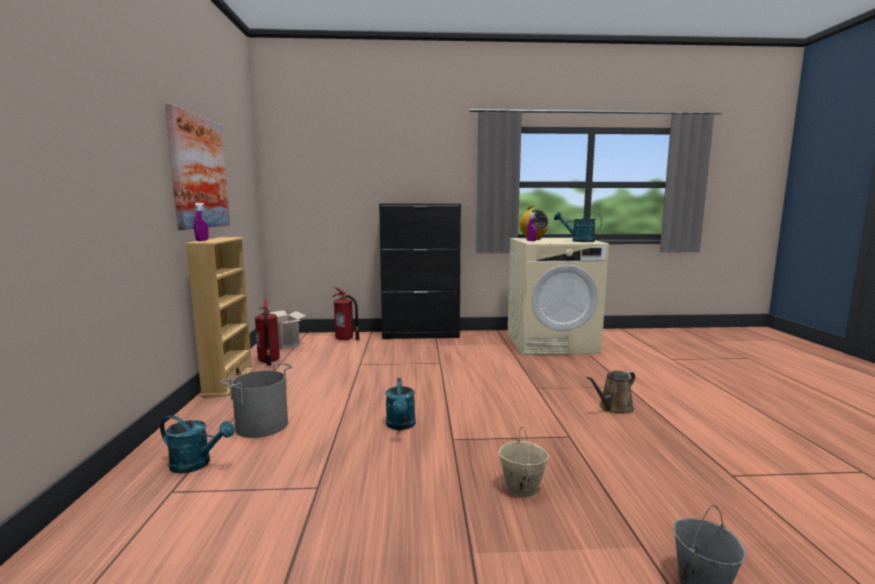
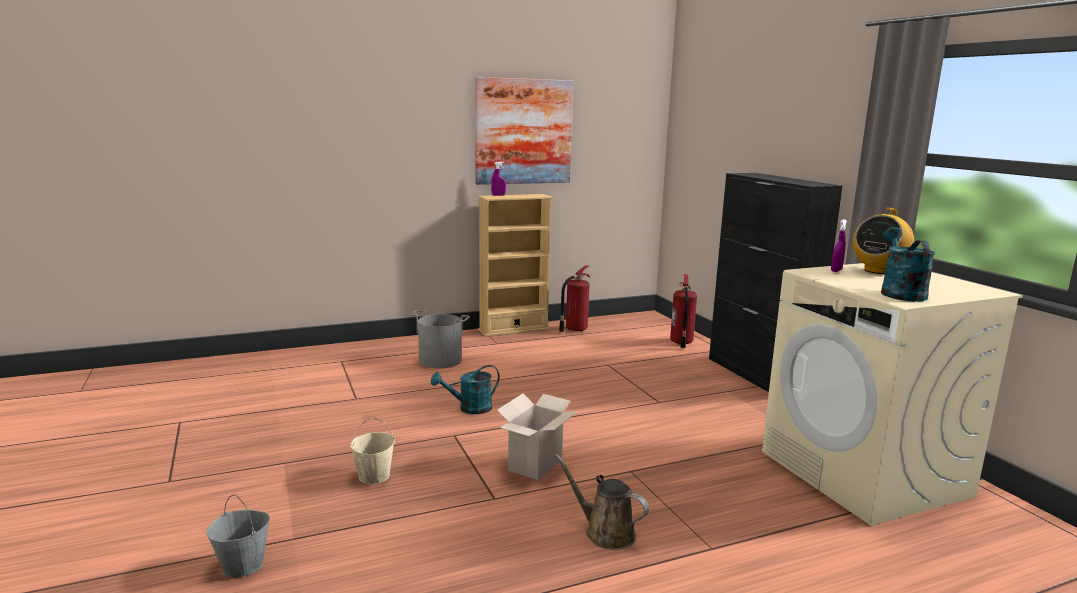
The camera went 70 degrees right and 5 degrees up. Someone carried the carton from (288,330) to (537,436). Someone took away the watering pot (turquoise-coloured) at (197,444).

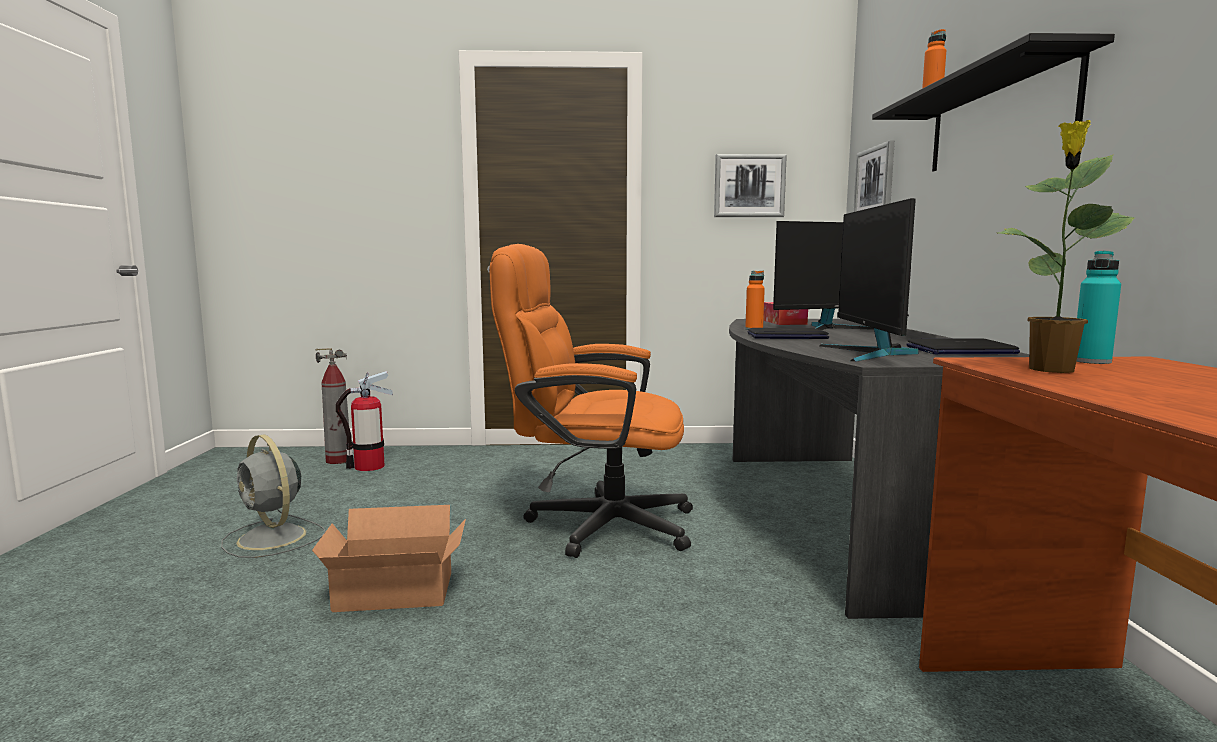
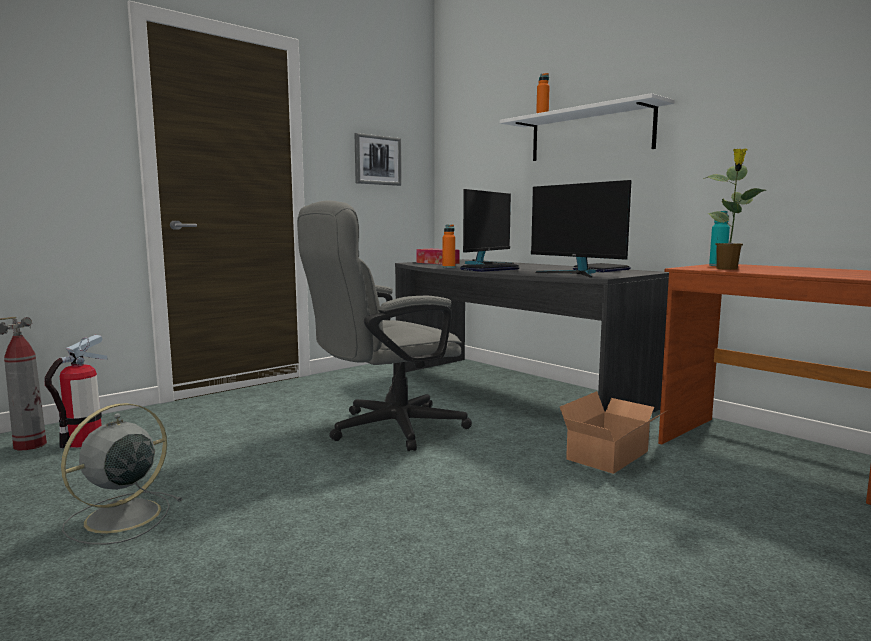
The camera went 40 degrees left and 0 degrees up. Someone repainted the shelf (black) at (993,102), which became the shelf (white-coloured) at (587,127). Someone took away the wall picture at (874,176). Someone repainted the office chair (orange) at (591,401), which became the office chair (grey) at (384,325). Someone rotated the electric fan (grey) at (273,496) by 120 degrees clockwise. Someone carried the carton from (389,558) to (613,432).

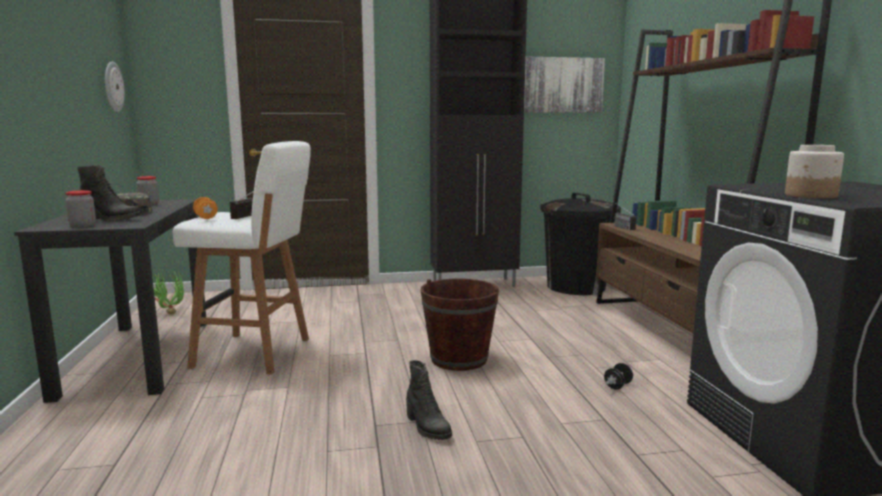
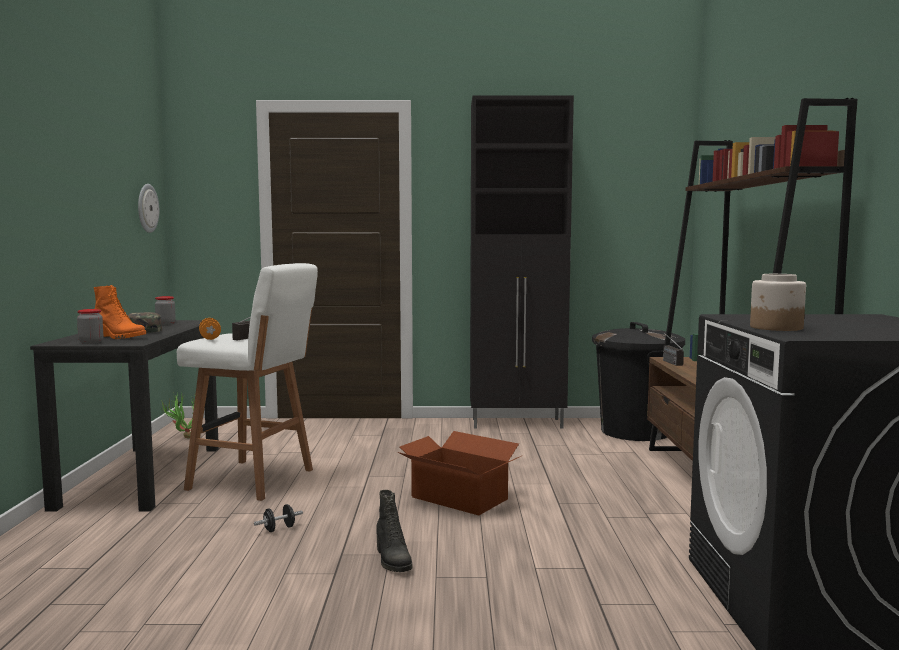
The camera went 10 degrees right and 5 degrees down. Someone took away the wall picture at (564,85). Someone repainted the tall boot (black) at (109,193), which became the tall boot (orange) at (120,312). Someone swapped the pail (brownish) at (460,325) for the carton at (460,473). Someone carried the free weight (black) from (618,376) to (278,518).

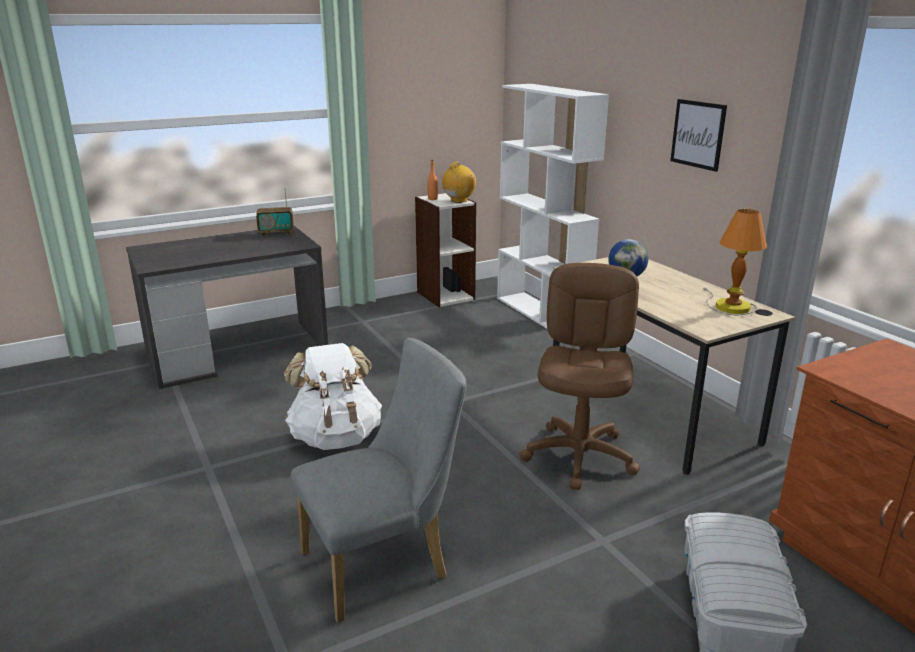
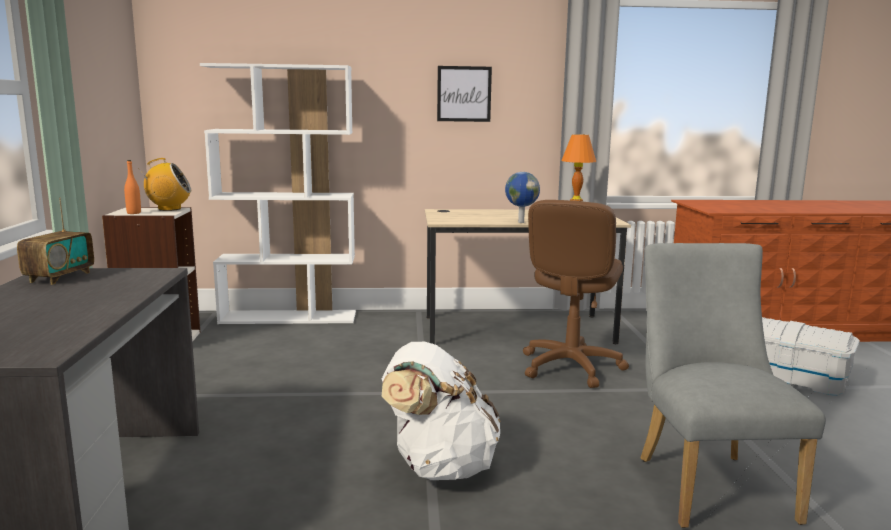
The camera went 65 degrees left and 10 degrees down. Someone rotated the radio set at (459,182) by 105 degrees clockwise. Someone rotated the office chair (brownish) at (579,376) by 105 degrees counterclockwise.

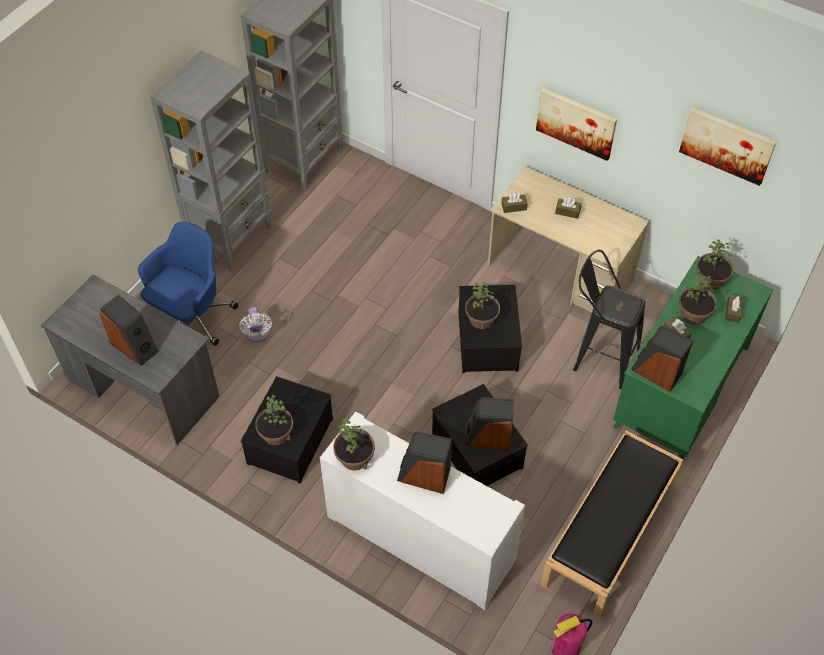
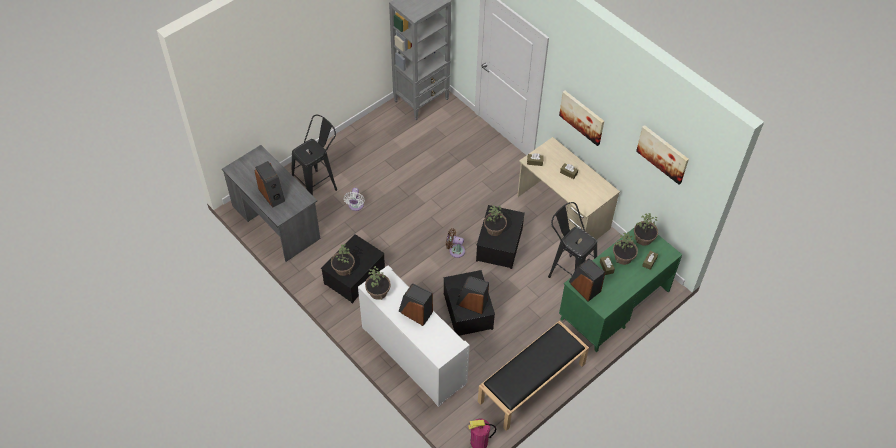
The camera went 15 degrees right and 0 degrees up. Someone took away the bookshelf (grey) at (211,160). Someone swapped the office chair (bluish) at (188,284) for the sitting stool (black) at (314,155). Someone put down the electric fan (brownish) at (455,243).

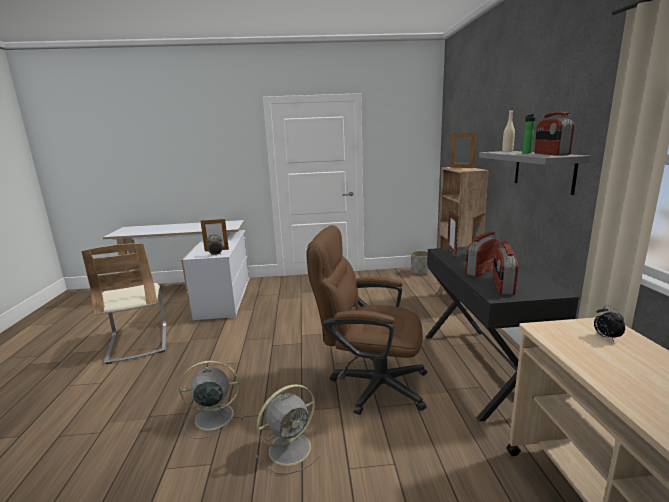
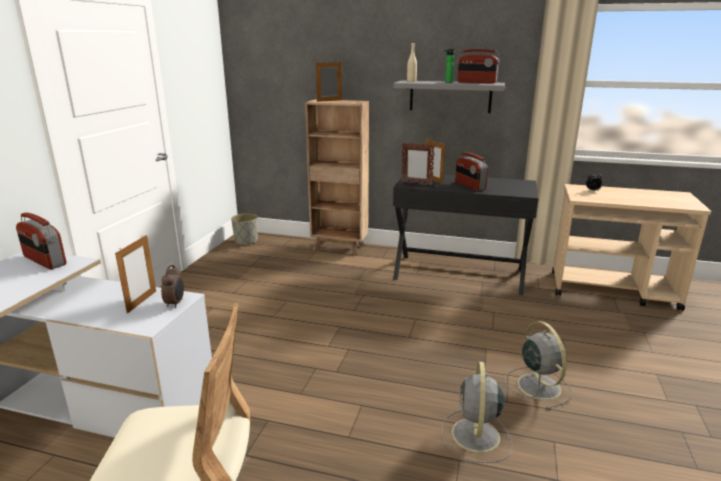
The camera went 70 degrees left and 5 degrees up. Someone took away the office chair (brownish) at (366,320). Someone carried the radio set from (506,268) to (41,241).

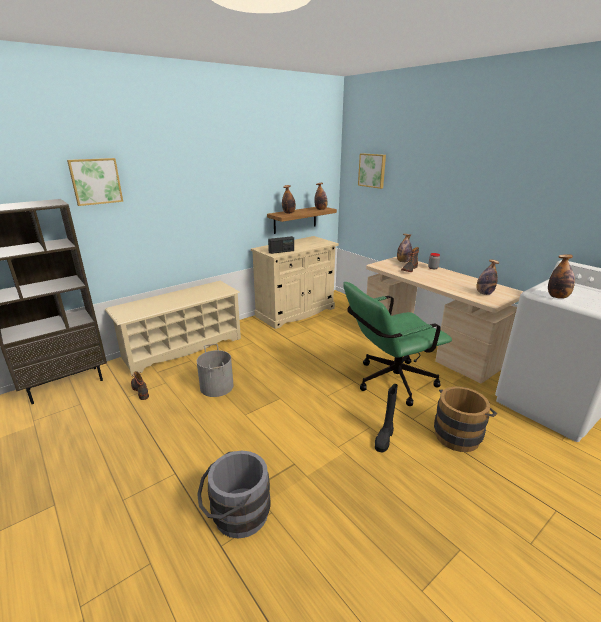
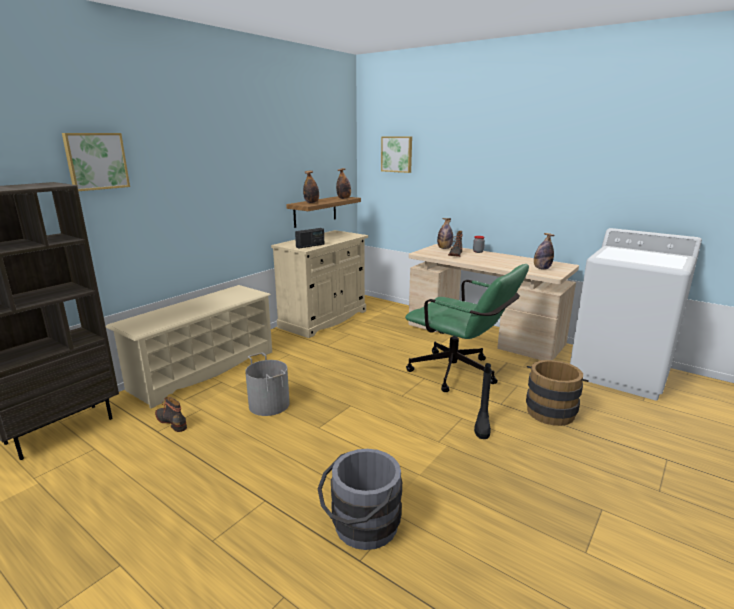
The camera went 15 degrees left and 5 degrees down. Someone took away the beverage bottle at (561,276). Someone rotated the office chair (green) at (397,344) by 105 degrees counterclockwise.

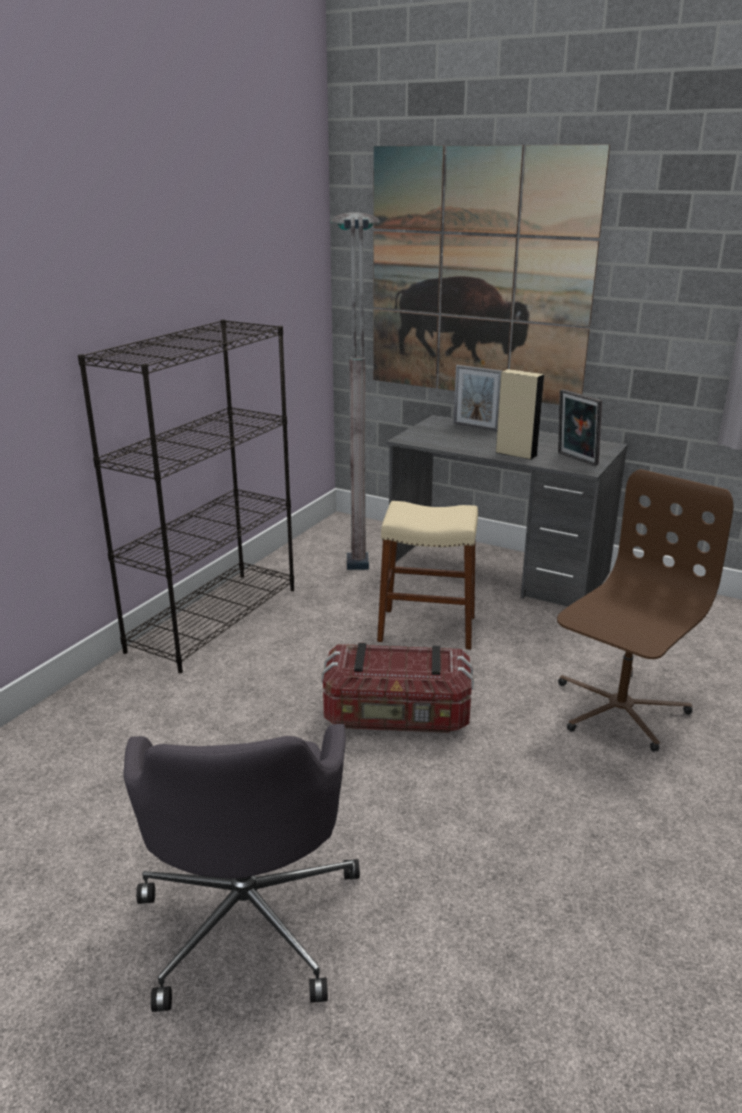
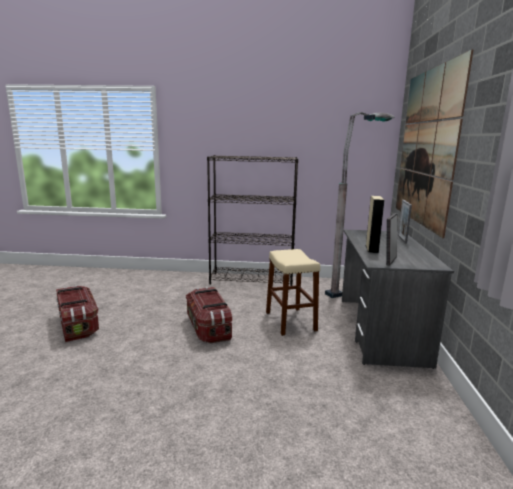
The camera went 65 degrees right and 10 degrees down. Someone took away the office chair (brownish) at (645,610). Someone swapped the office chair (grey) at (241,868) for the storage bin at (77,313).

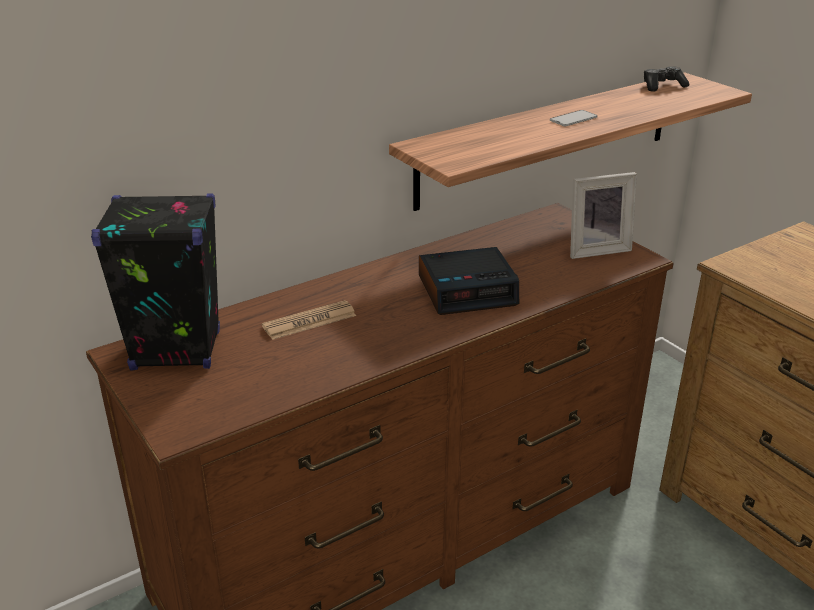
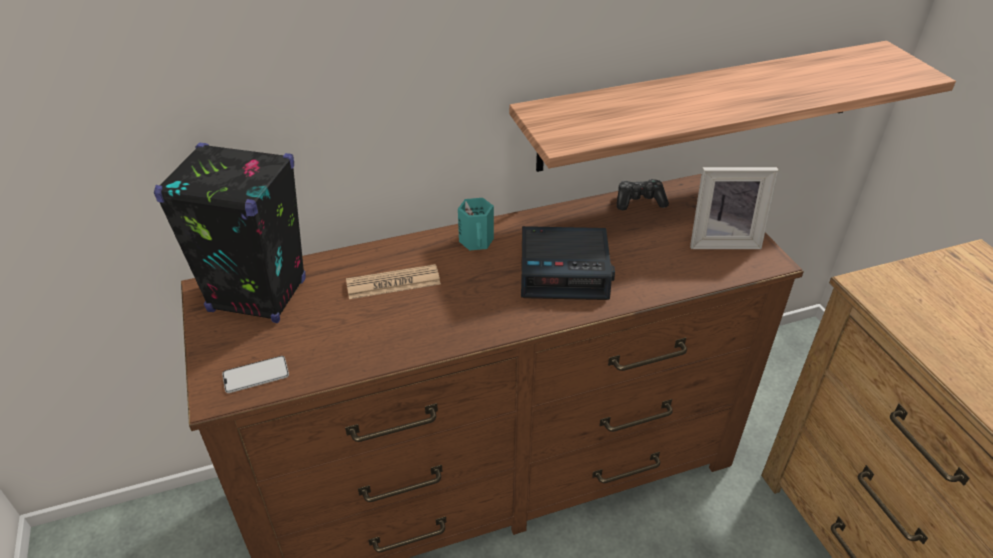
The camera went 15 degrees right and 10 degrees up. Someone carried the game controller from (666,79) to (643,195). Someone carried the phone from (574,118) to (255,374). Someone put down the coffee mug (turquoise-coloured) at (476,224).

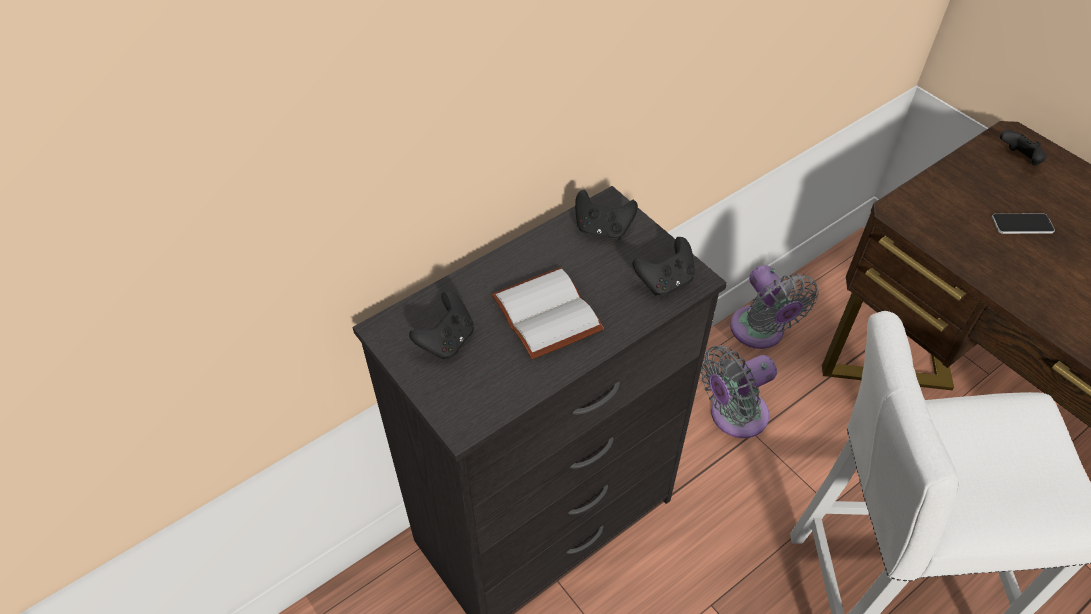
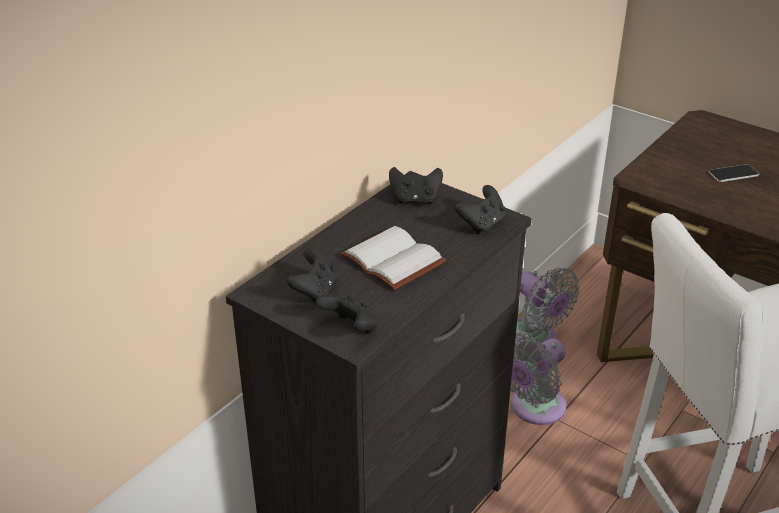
The camera went 15 degrees left and 15 degrees down. Someone carried the game controller (black) from (1023,147) to (347,313).

